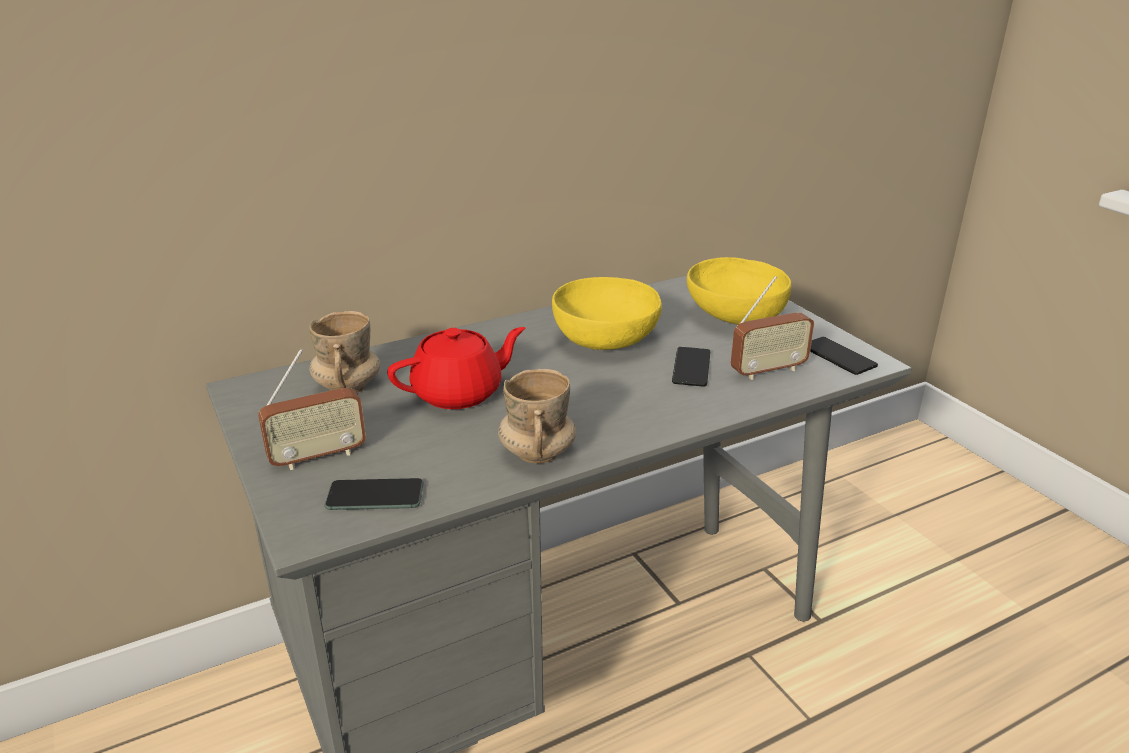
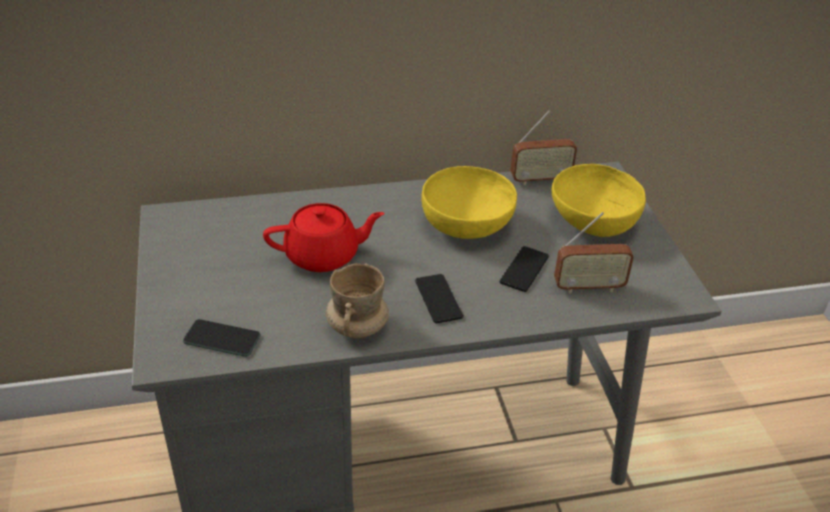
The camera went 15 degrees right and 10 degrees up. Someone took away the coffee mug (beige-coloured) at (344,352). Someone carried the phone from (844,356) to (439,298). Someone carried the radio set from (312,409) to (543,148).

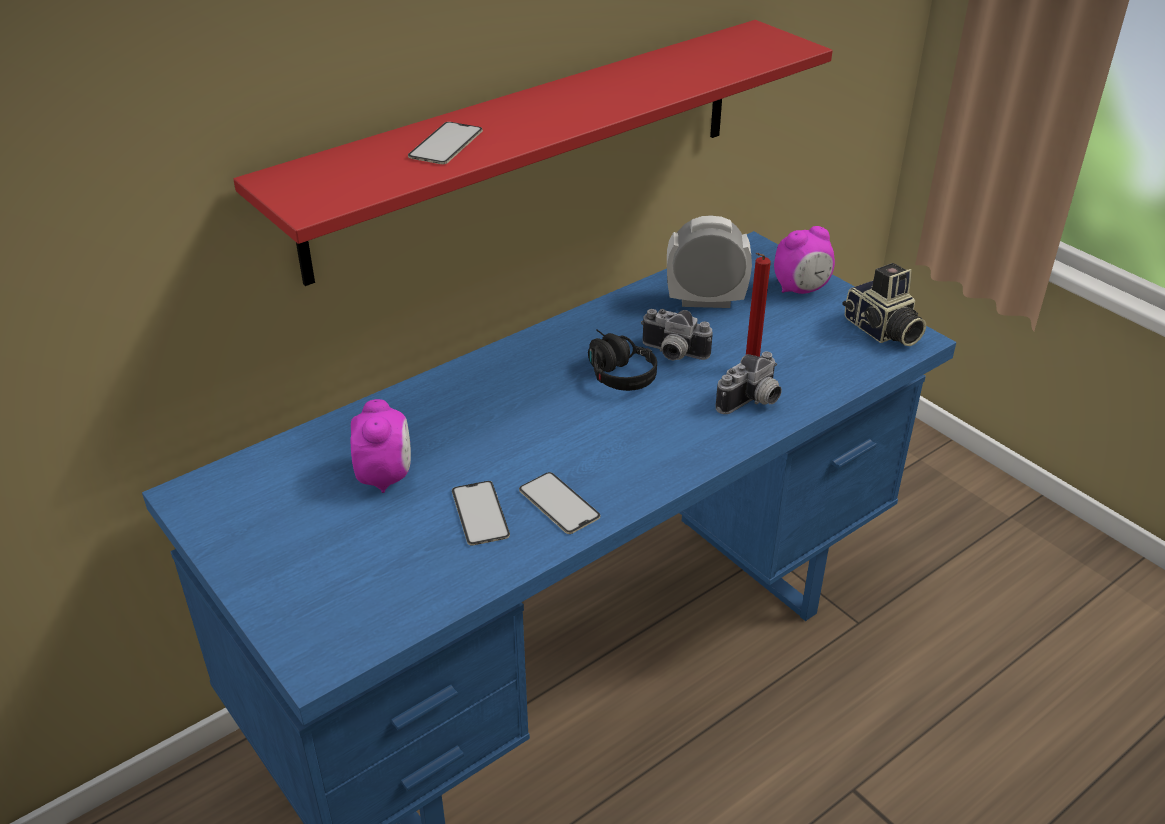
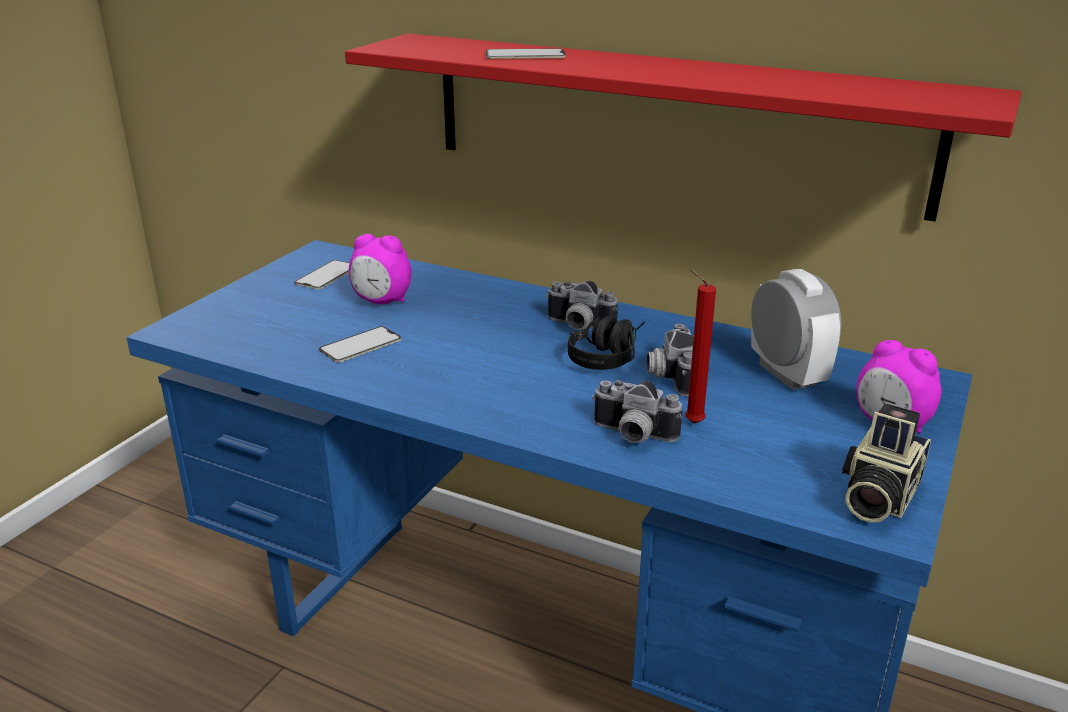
The camera went 65 degrees right and 10 degrees down. Someone rotated the alarm clock at (380,446) by 45 degrees clockwise. Someone carried the phone from (559,503) to (321,274). Someone put down the still camera at (582,305).

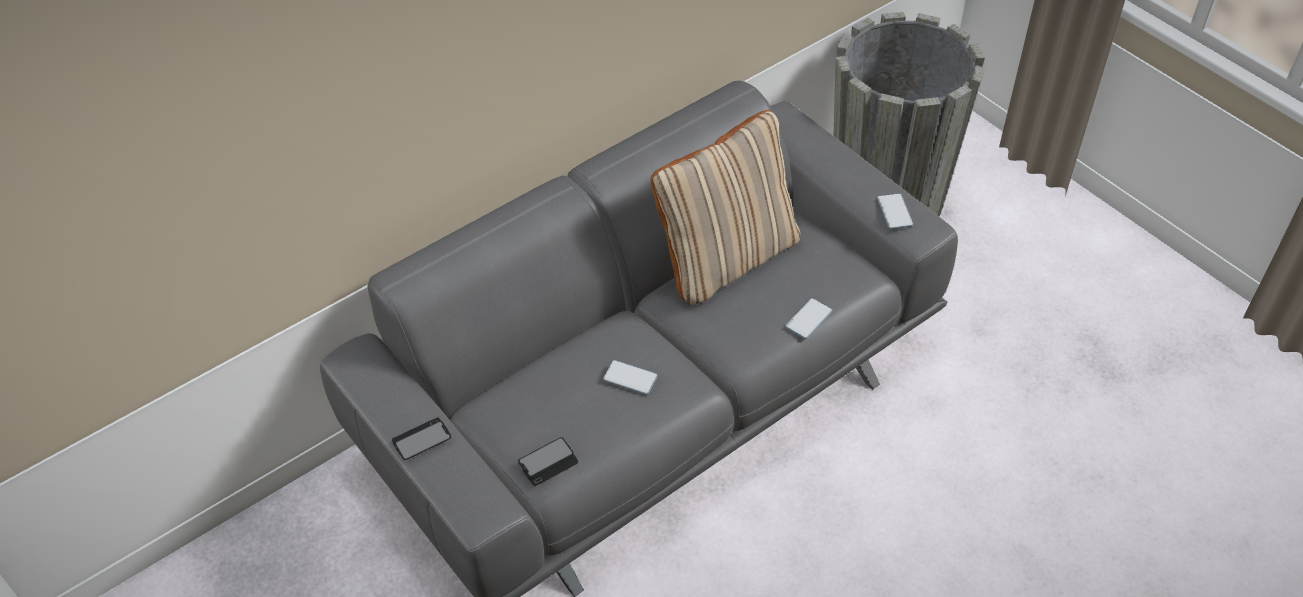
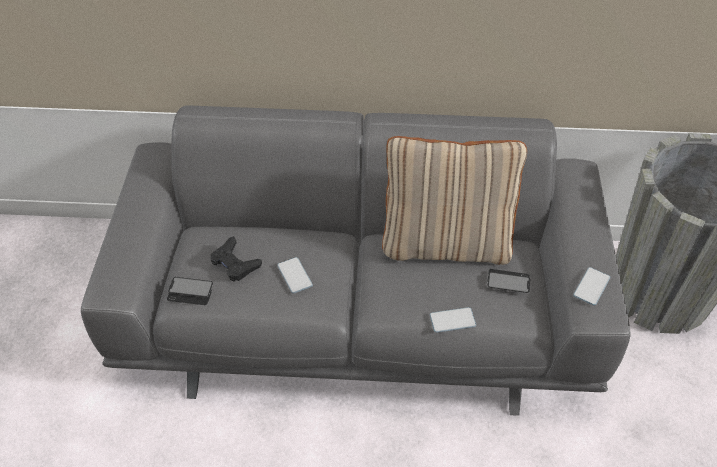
The camera went 40 degrees right and 0 degrees up. Someone carried the phone from (421,438) to (509,281). Someone put down the game controller (black) at (236,258).

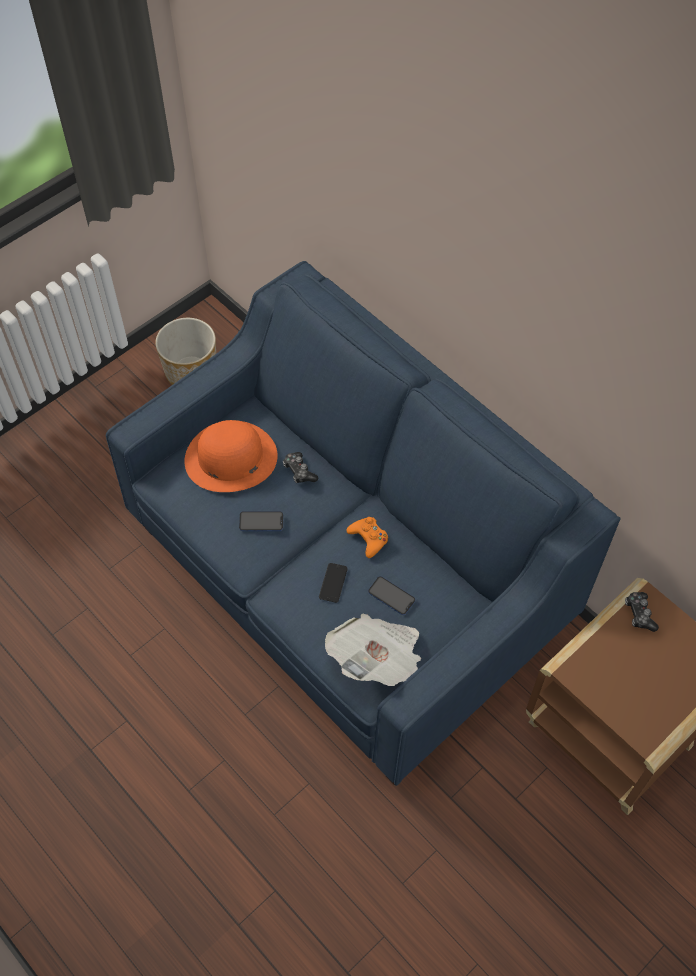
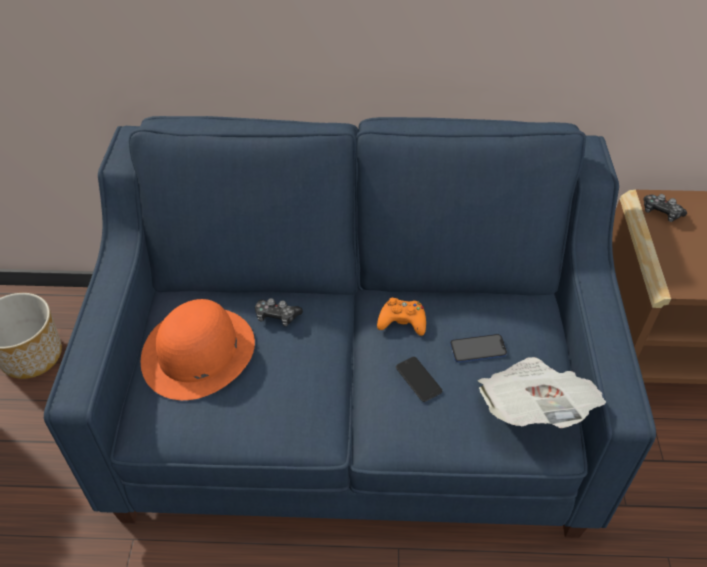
The camera went 45 degrees left and 10 degrees down. Someone took away the phone at (261,521).

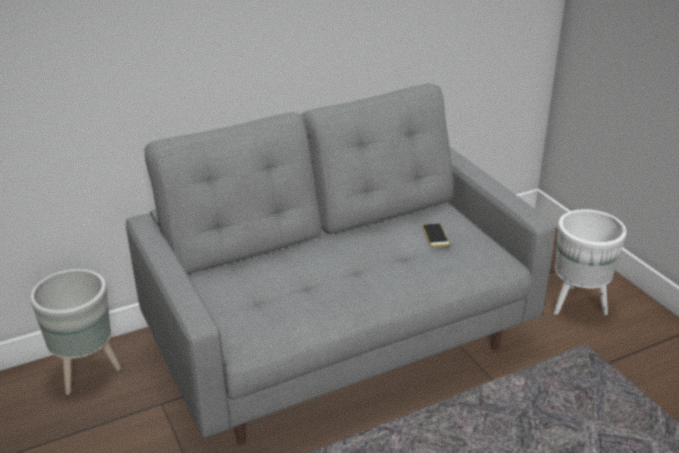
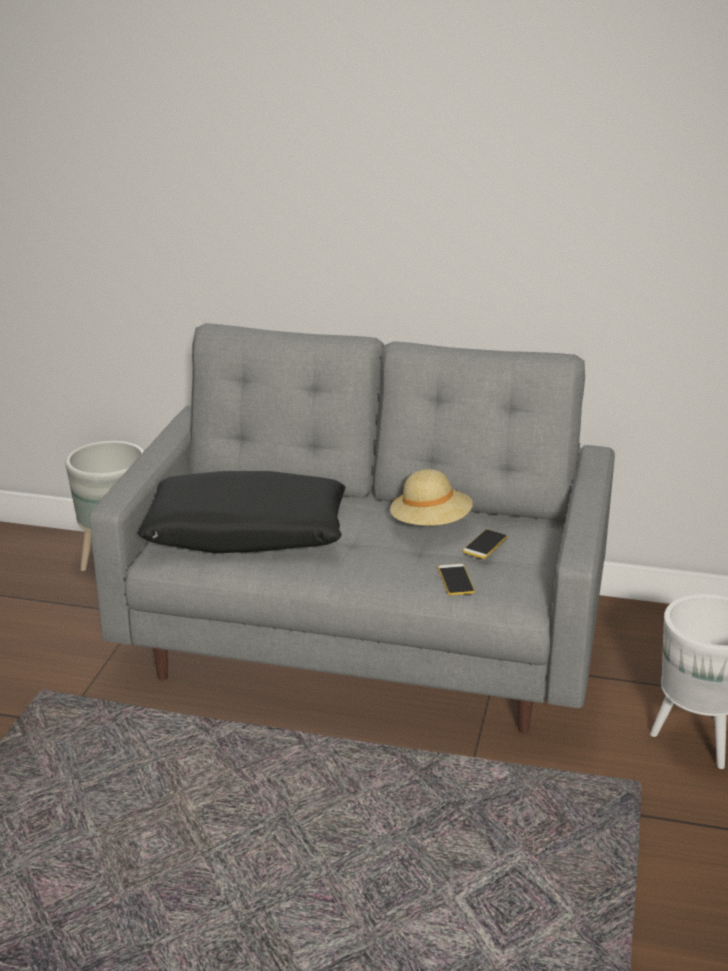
The camera went 40 degrees right and 5 degrees down. Someone put down the wearable hat (beige-coloured) at (431,497). Someone put down the throw pillow (black) at (241,512). Someone put down the phone at (456,579).

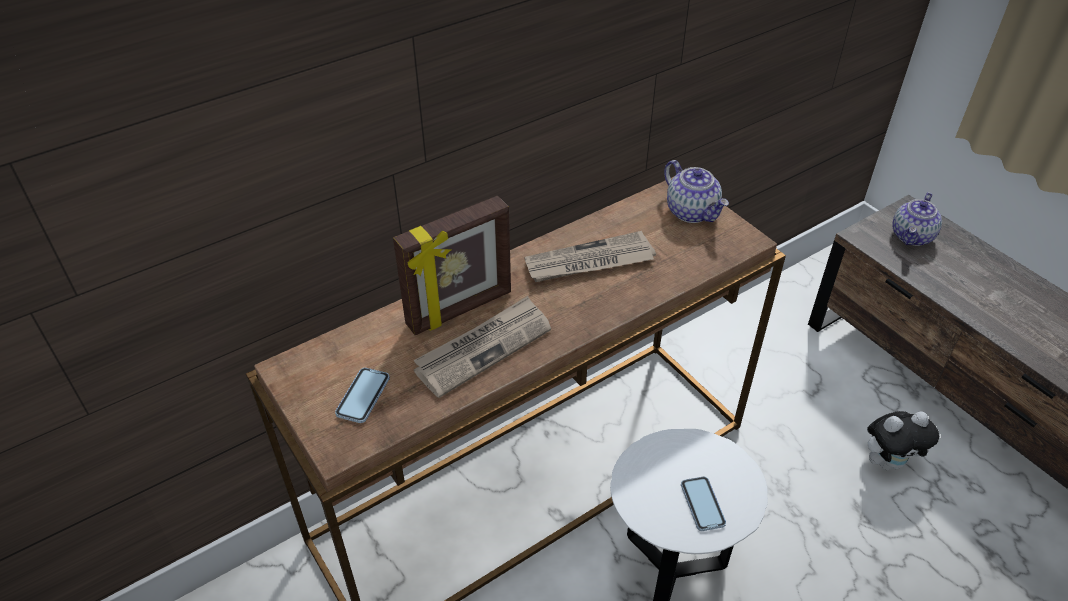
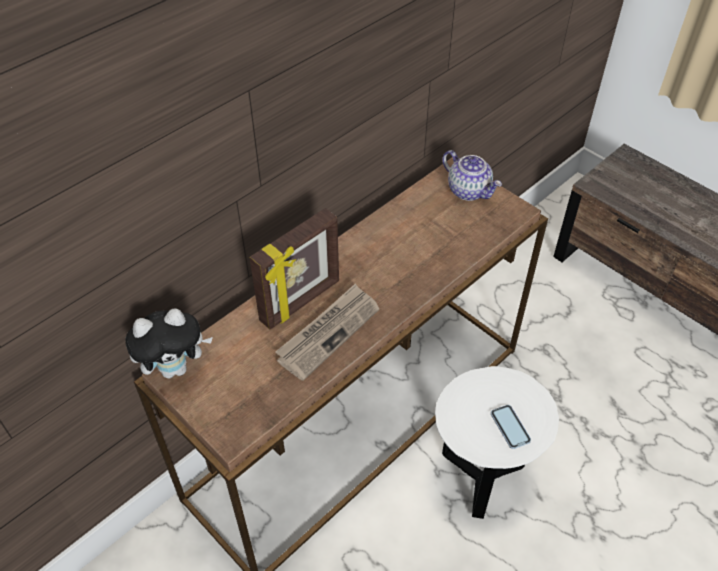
The camera went 10 degrees left and 5 degrees up. Someone took away the tea pot at (917,219). Someone took away the printed paper at (590,256). Someone took away the phone at (362,395). Someone carried the plush toy from (903,440) to (169,343).

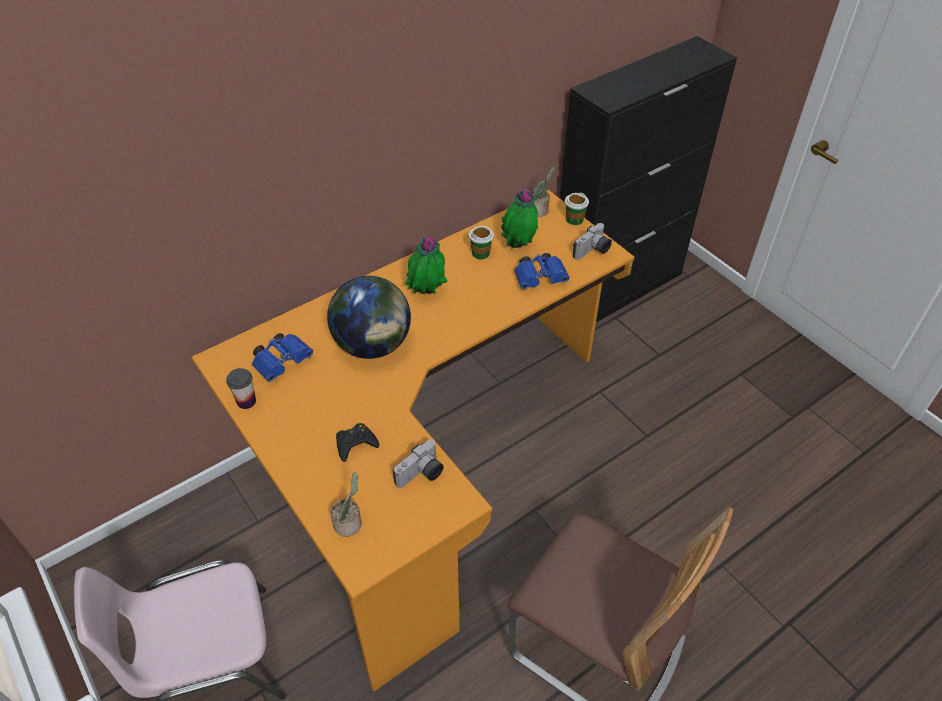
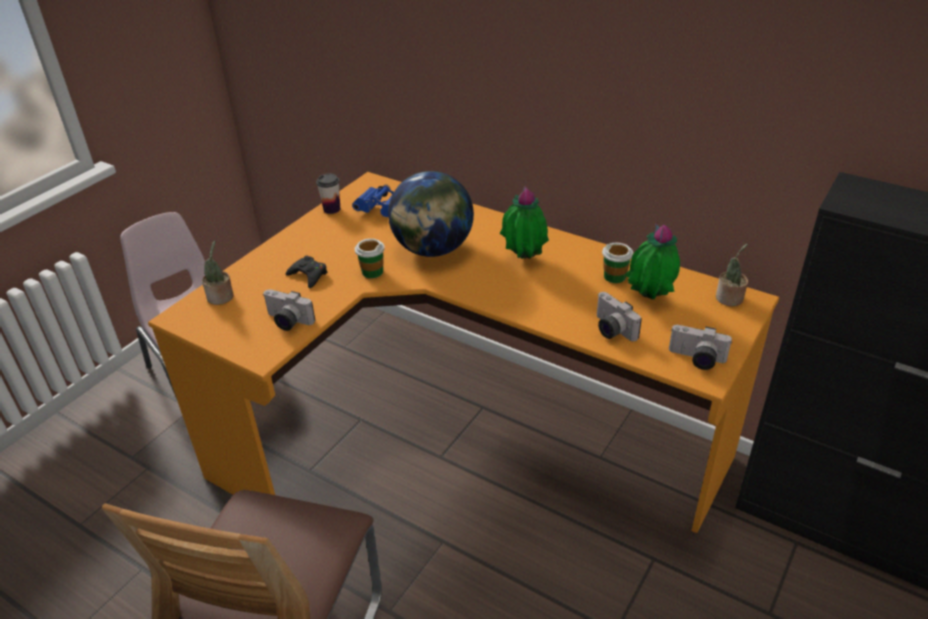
The camera went 70 degrees right and 10 degrees down. Someone carried the drinking cup from (577,209) to (370,258). Someone swapped the field glasses (bluish) at (542,271) for the still camera at (619,316).

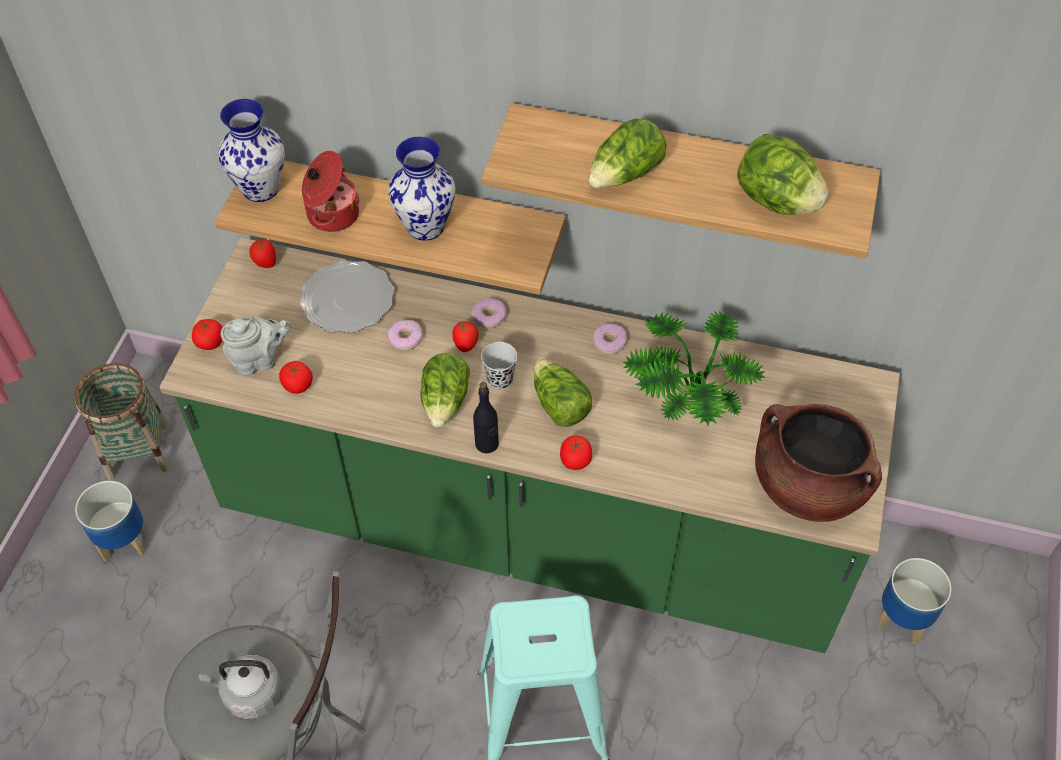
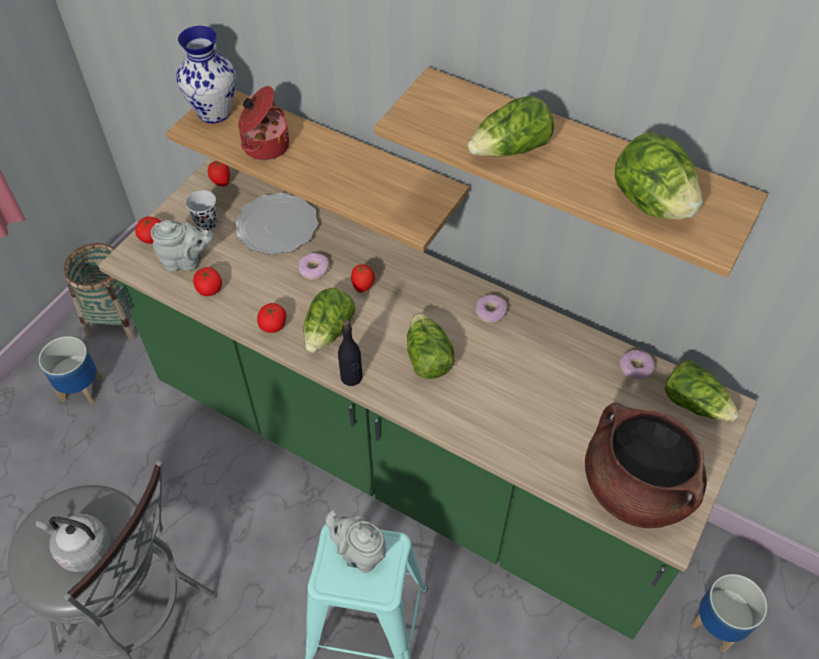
The camera went 15 degrees right and 0 degrees up. Someone took away the flower vase at (421,189). Someone carried the doughnut from (489,313) to (637,365). Someone took away the plant in a pot at (694,368). Someone carried the drinking cup (black) from (499,365) to (201,210). Someone carried the fresh tomato from (576,453) to (271,318). Someone put down the lettuce head at (702,391). Someone put down the tea pot (grey) at (355,541).

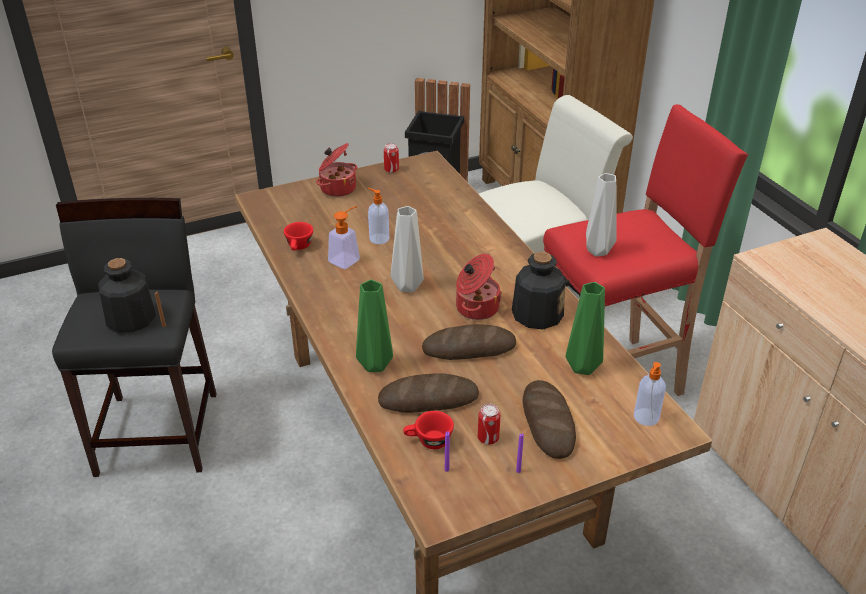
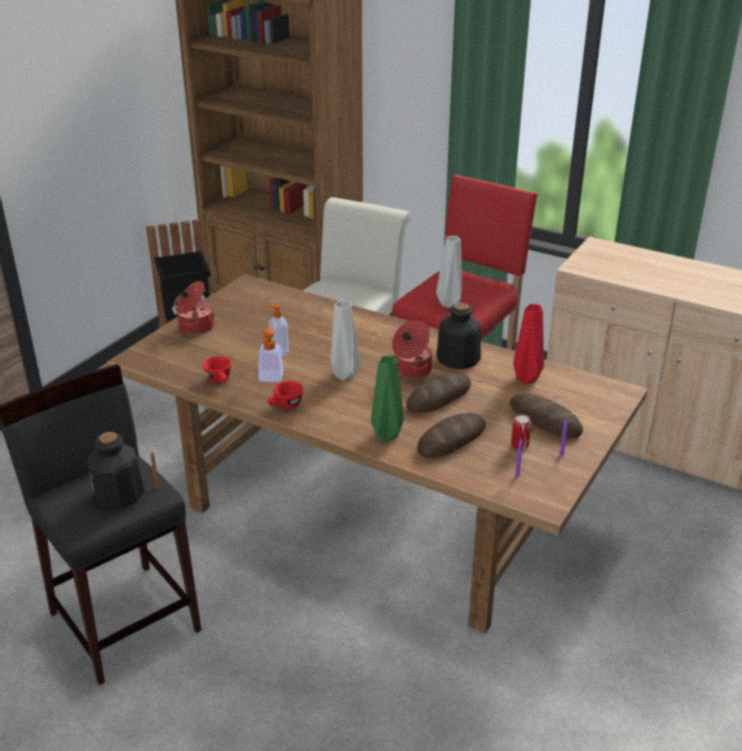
The camera went 35 degrees left and 5 degrees down. Someone took away the can at (391,158). Someone repainted the flower vase (green) at (585,328), which became the flower vase (red-coloured) at (528,344). Someone took away the soap bottle at (650,394). Someone carried the drinking cup (red-coloured) from (428,430) to (285,395).

